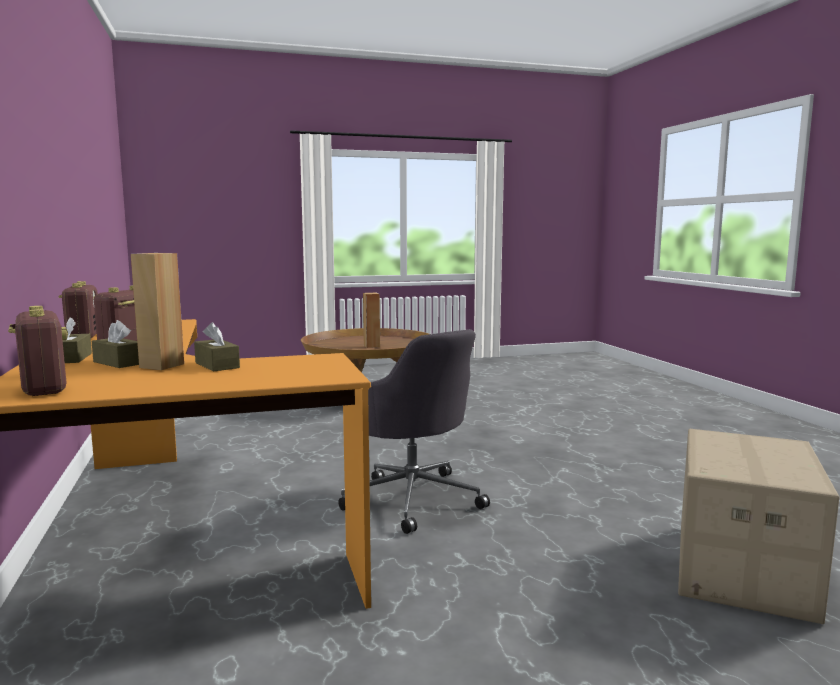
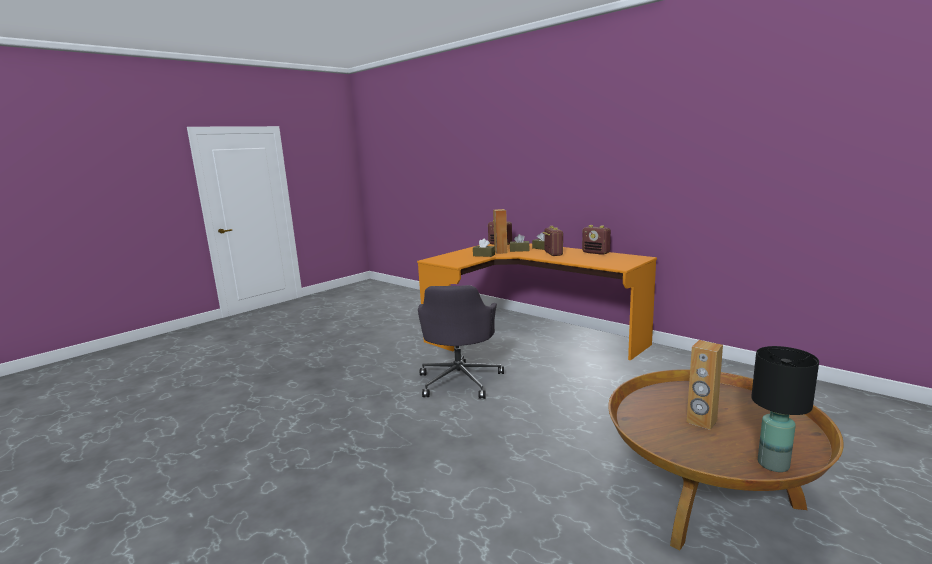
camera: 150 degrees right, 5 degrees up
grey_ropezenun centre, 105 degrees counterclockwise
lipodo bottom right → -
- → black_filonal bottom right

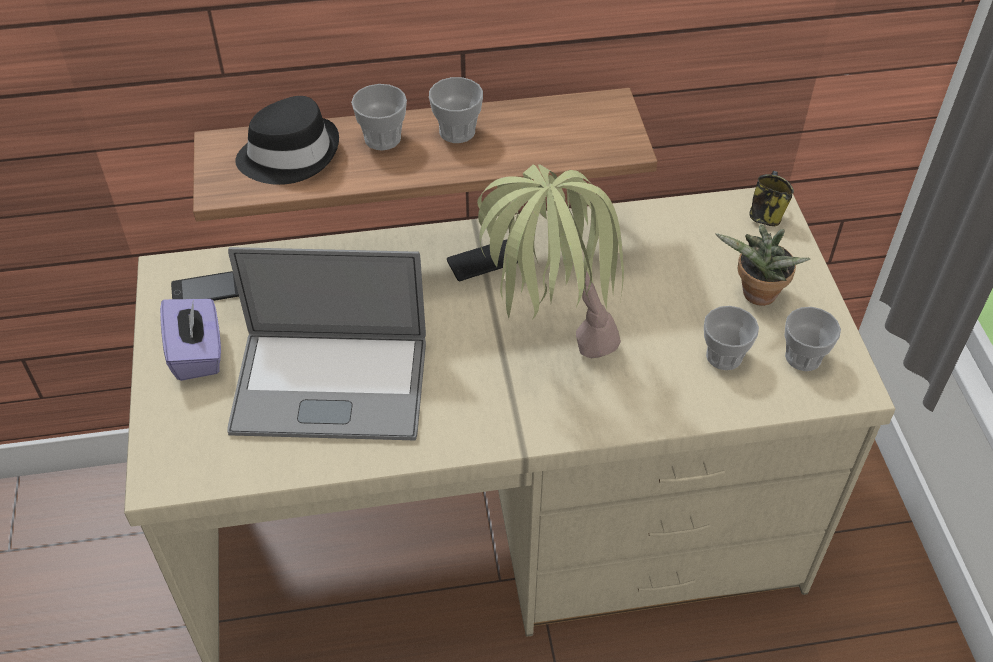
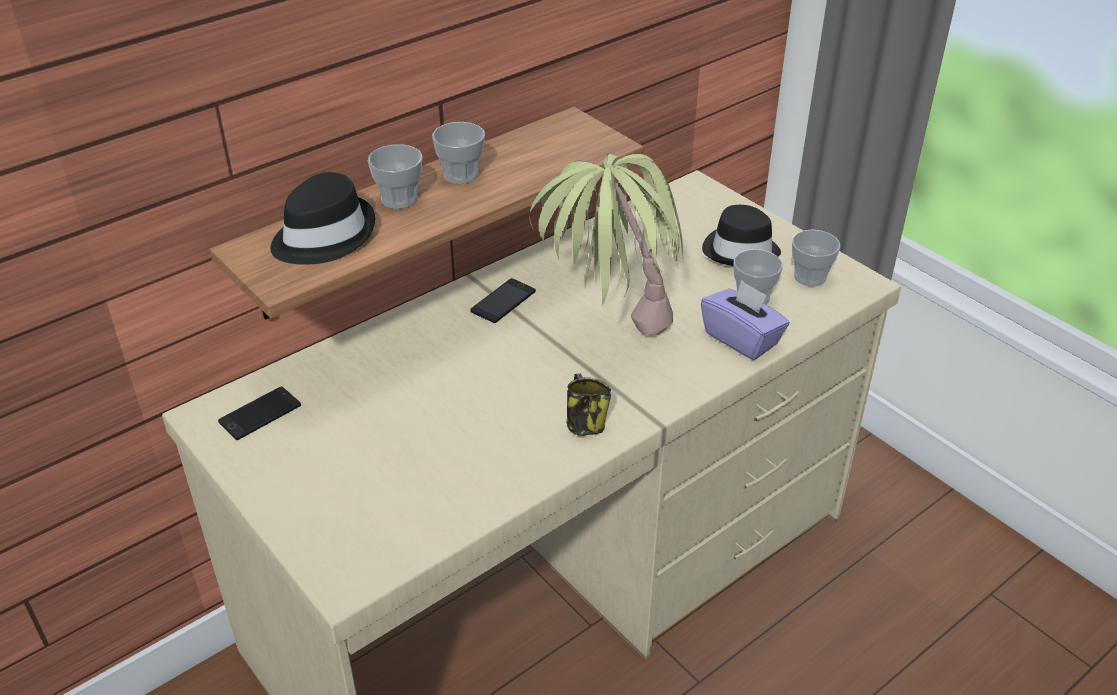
camera: 30 degrees left, 10 degrees down
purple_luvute middle left → purple_luvute middle right, move
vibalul middle left → -
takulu (2nd from left) middle right → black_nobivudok (2nd from left) centre
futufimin top right → futufimin centre, move

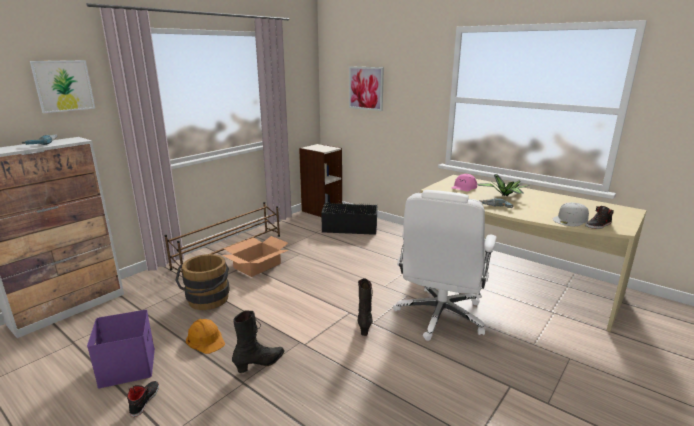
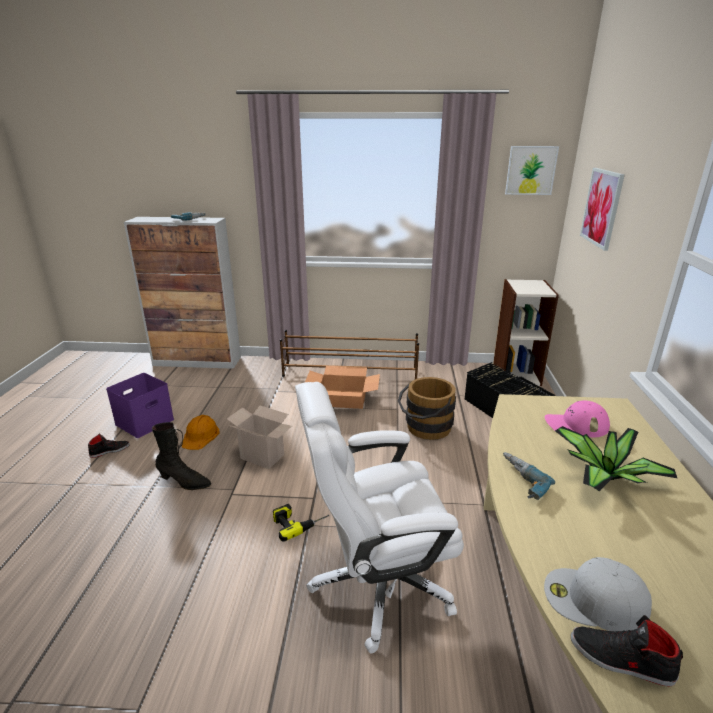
camera: 55 degrees right, 5 degrees up
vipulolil (1st from left) top left → vipulolil (1st from left) top right, move
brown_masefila middle left → brown_masefila centre, move
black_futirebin (2nd from left) bottom centre → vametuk (2nd from left) bottom centre
- → lipodo (1st from left) centre

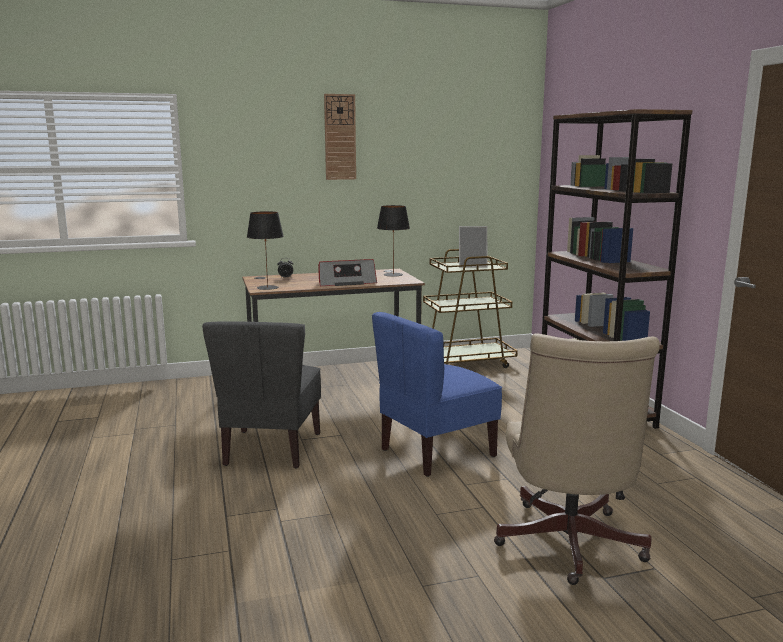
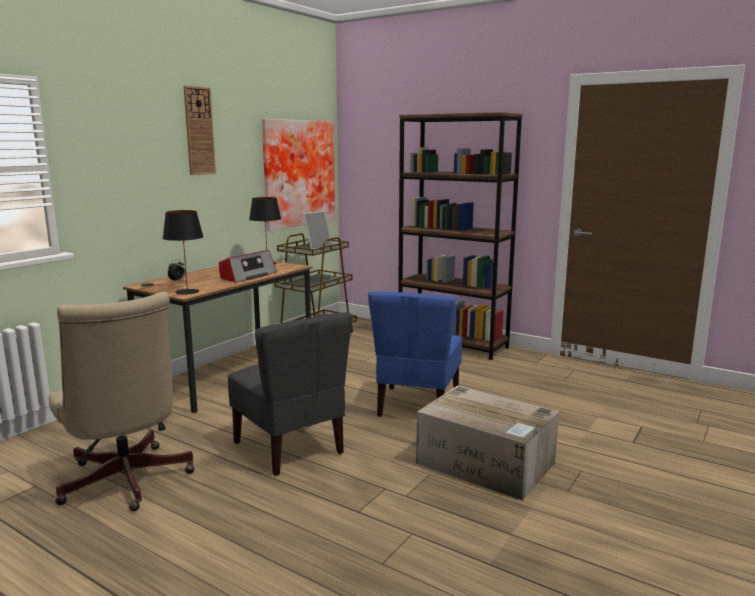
camera: 40 degrees left, 0 degrees up
beige_ropezenun bottom right → beige_ropezenun bottom left, move
- → vipulolil top centre
- → lipodo bottom centre

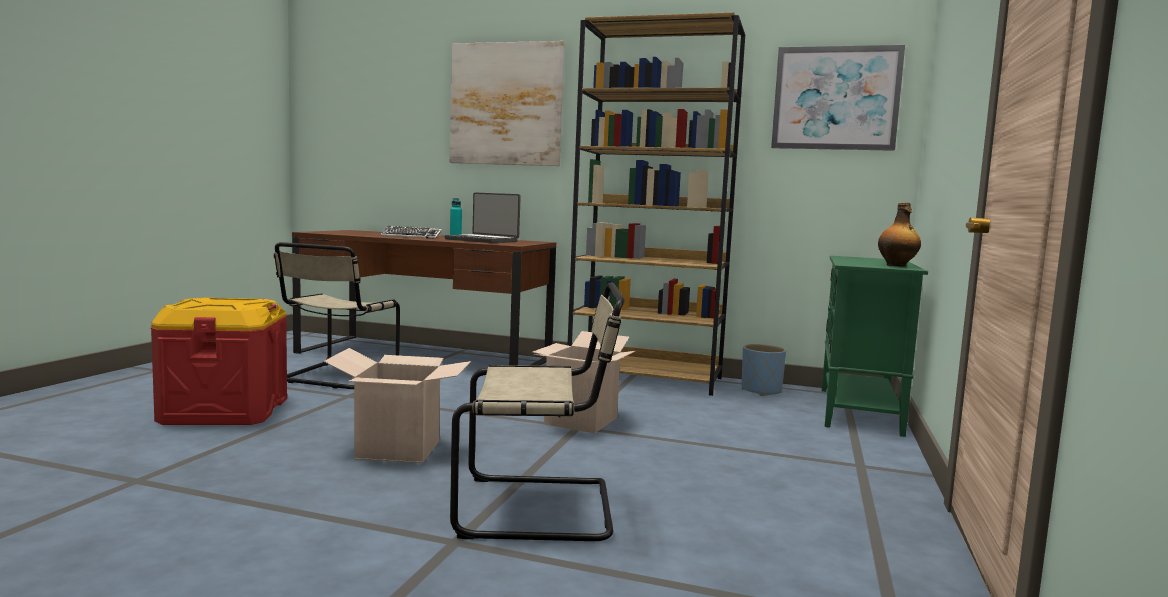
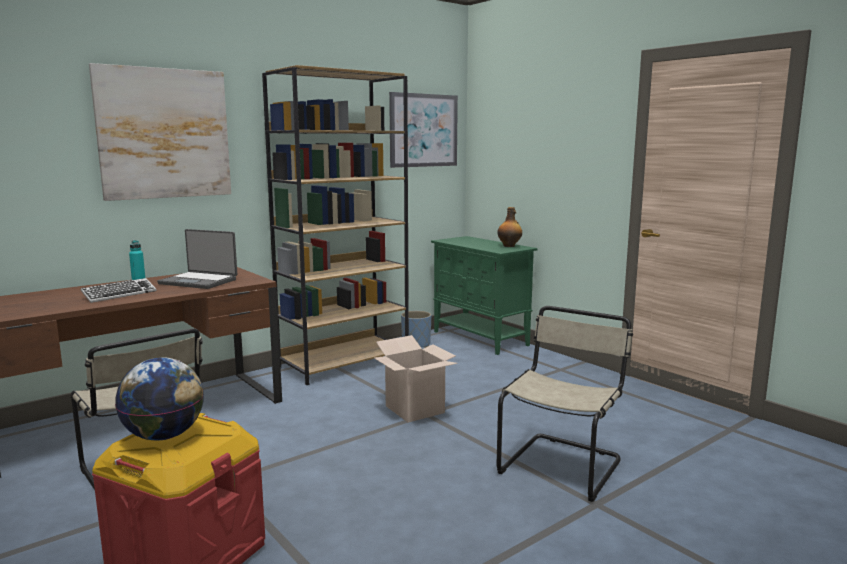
camera: 55 degrees left, 5 degrees up
lipodo (1st from left) bottom centre → -
vibalul centre → vibalul middle left, 45 degrees clockwise
- → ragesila bottom left

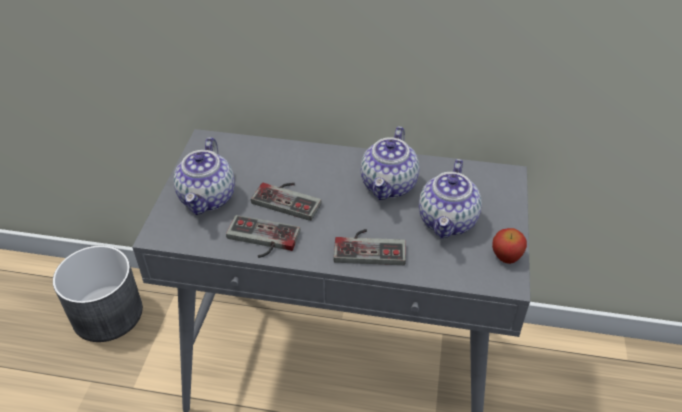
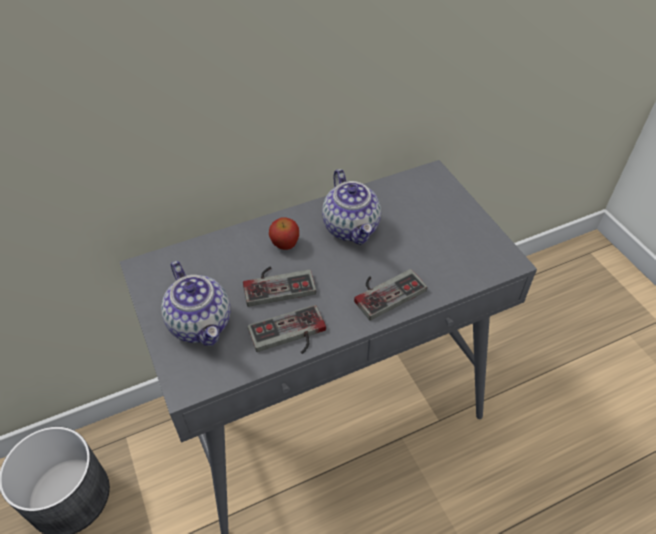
camera: 35 degrees left, 5 degrees up
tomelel (3rd from left) centre → -
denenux middle right → denenux centre, move

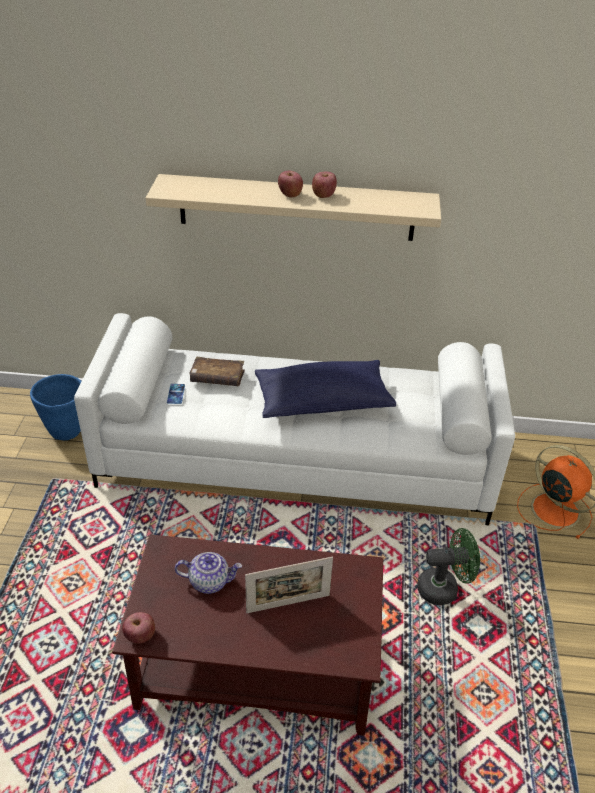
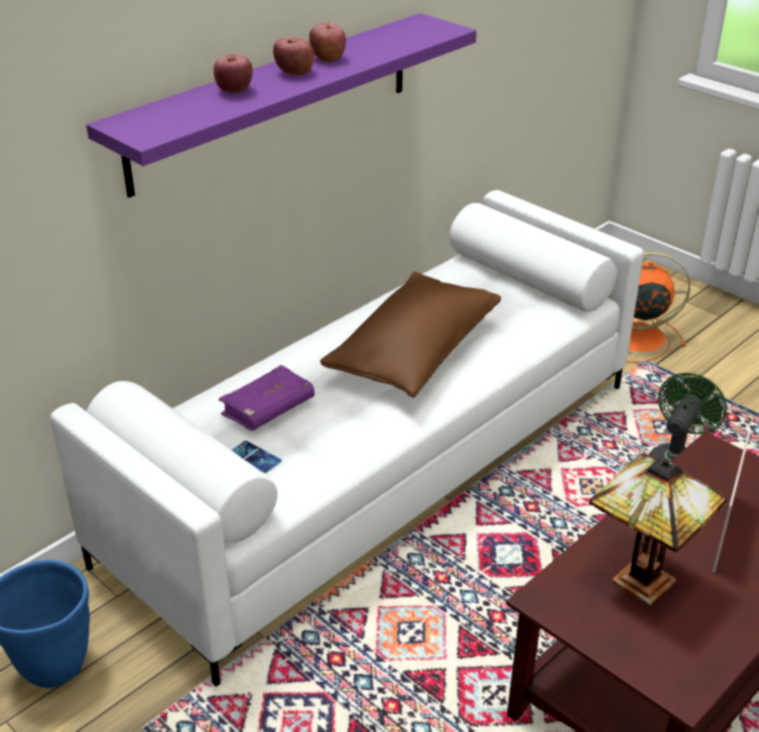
camera: 50 degrees left, 5 degrees down
denenux (1st from left) bottom left → denenux (1st from left) top left, move
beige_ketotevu top centre → purple_ketotevu top centre
tomelel bottom centre → filonal bottom right
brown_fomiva centre → purple_fomiva centre
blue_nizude centre → brown_nizude centre

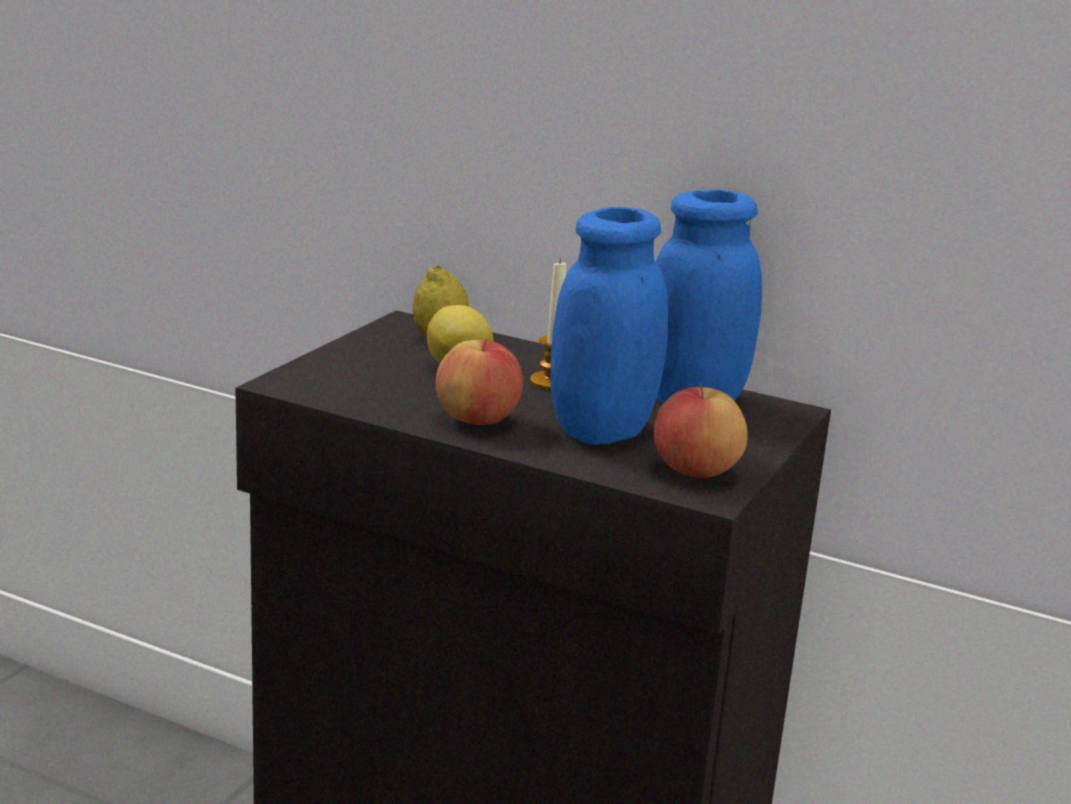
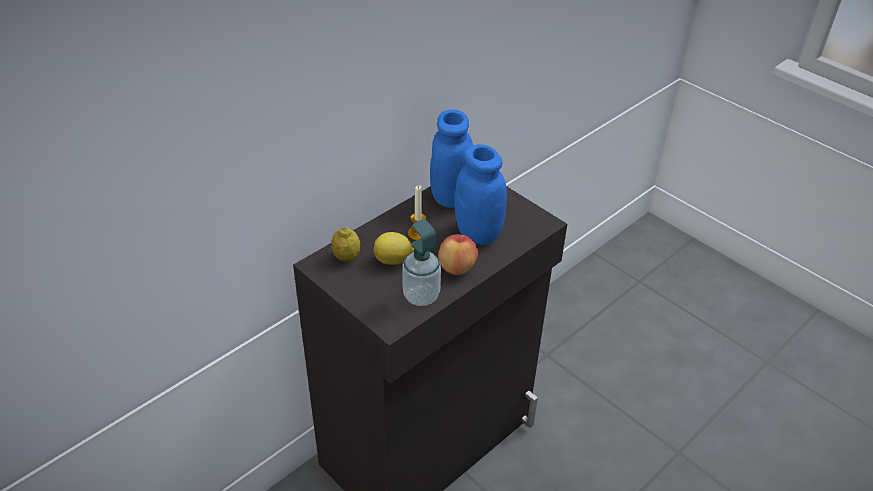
camera: 70 degrees left, 20 degrees up
denenux (2nd from left) centre → -
- → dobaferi centre

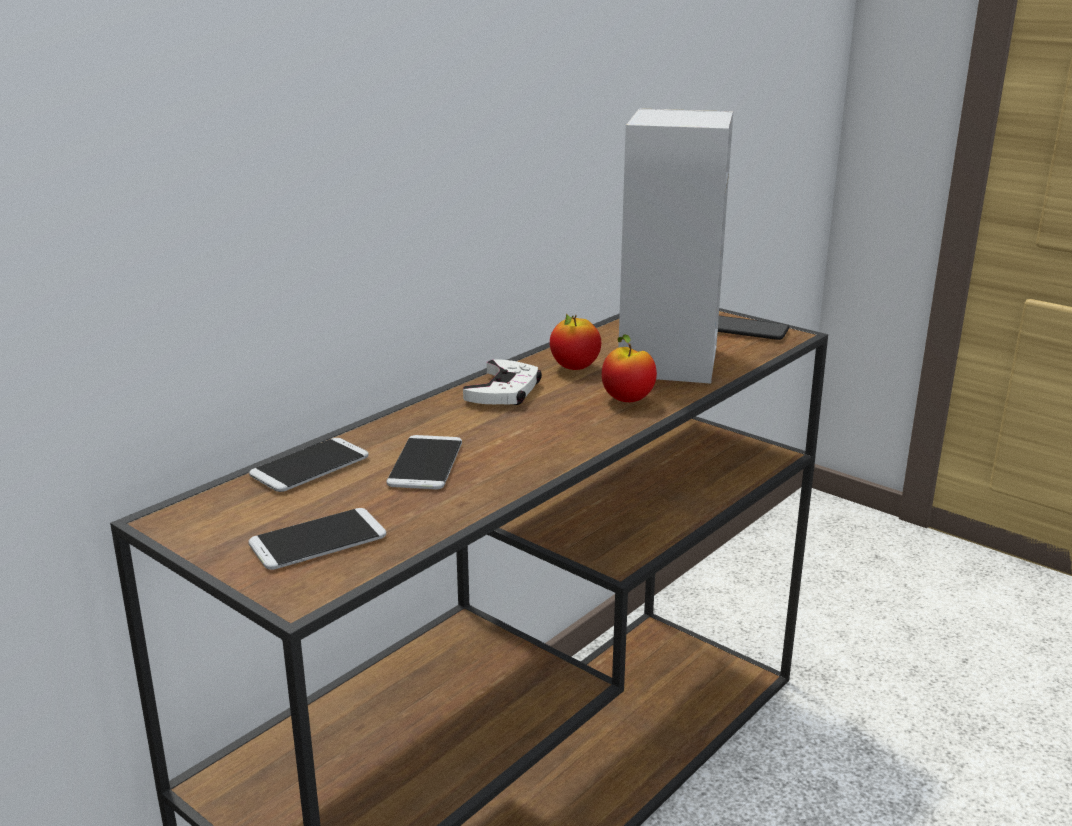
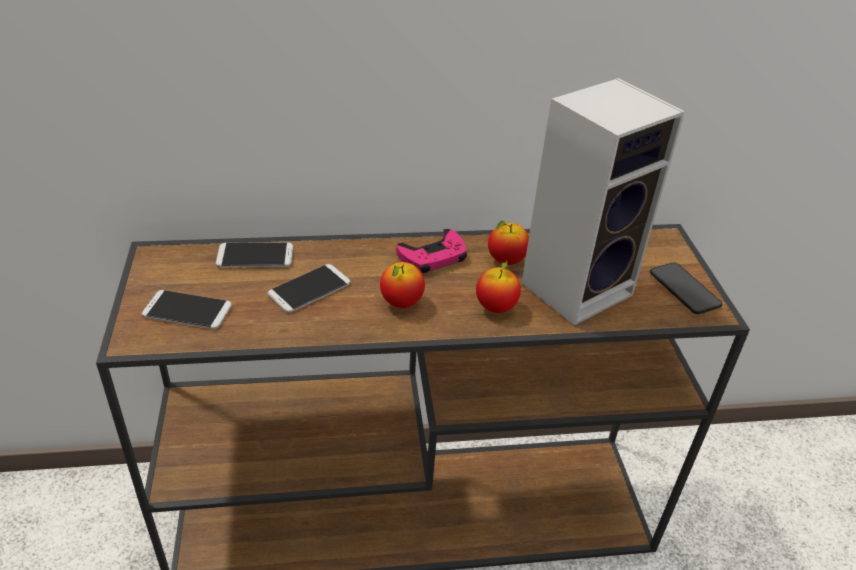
camera: 40 degrees right, 15 degrees up
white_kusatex centre → pink_kusatex centre
- → denenux (1st from left) centre

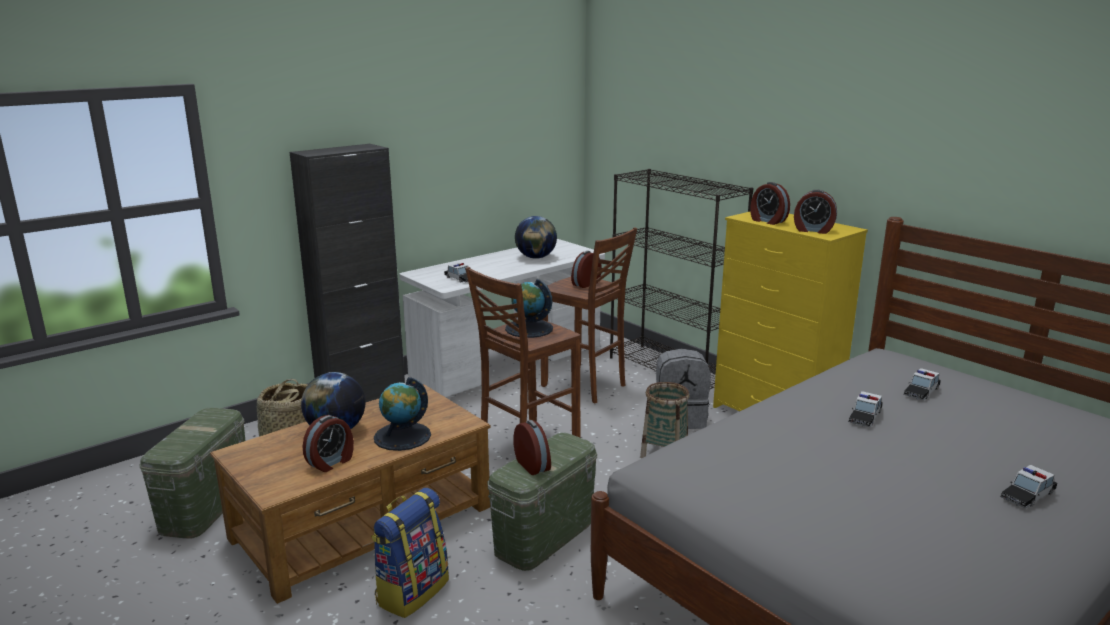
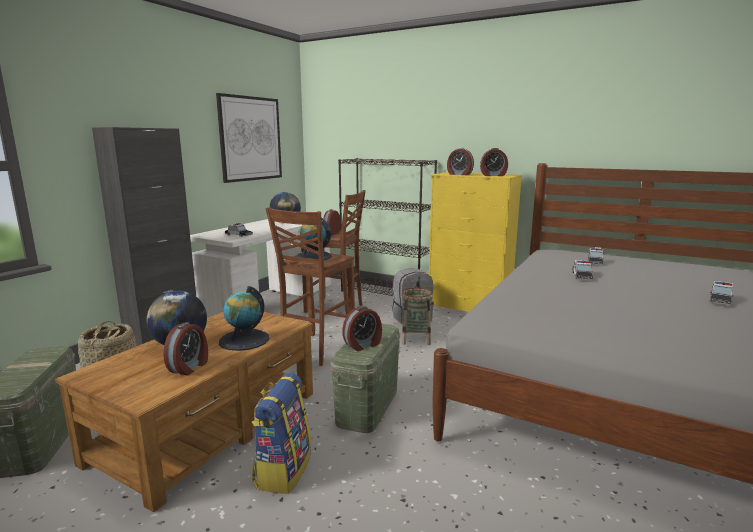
camera: 20 degrees left, 5 degrees down
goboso (2nd from left in the first image) bottom centre → goboso (3rd from left) centre, 105 degrees clockwise
- → vipulolil top left

